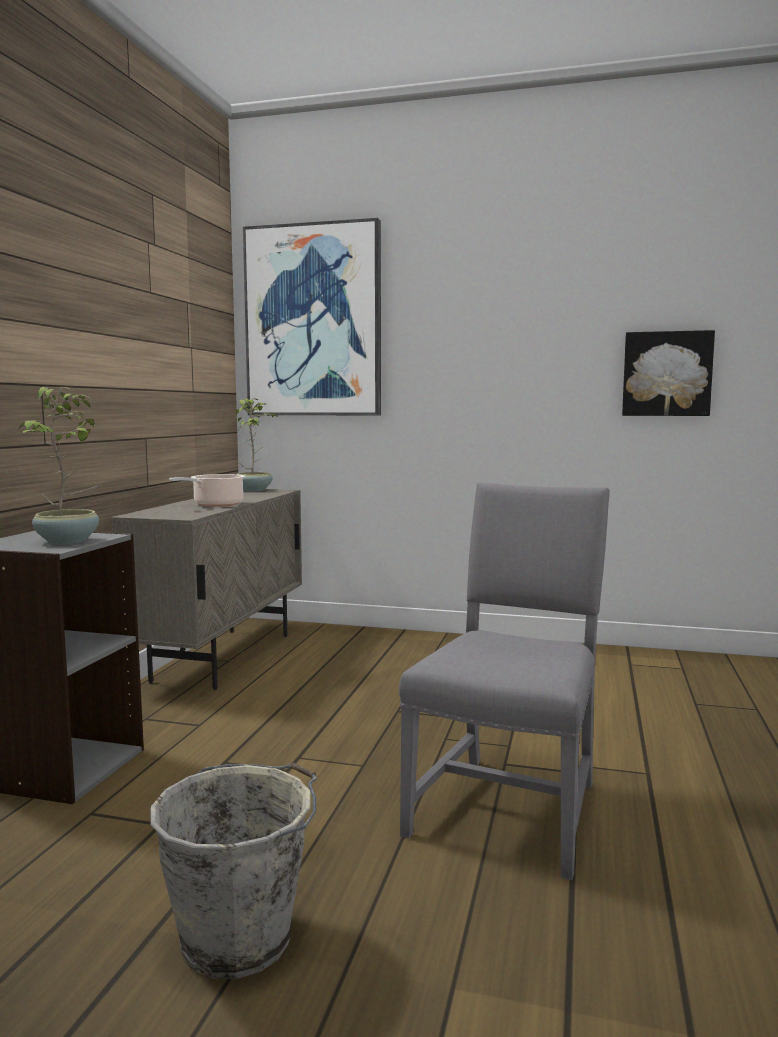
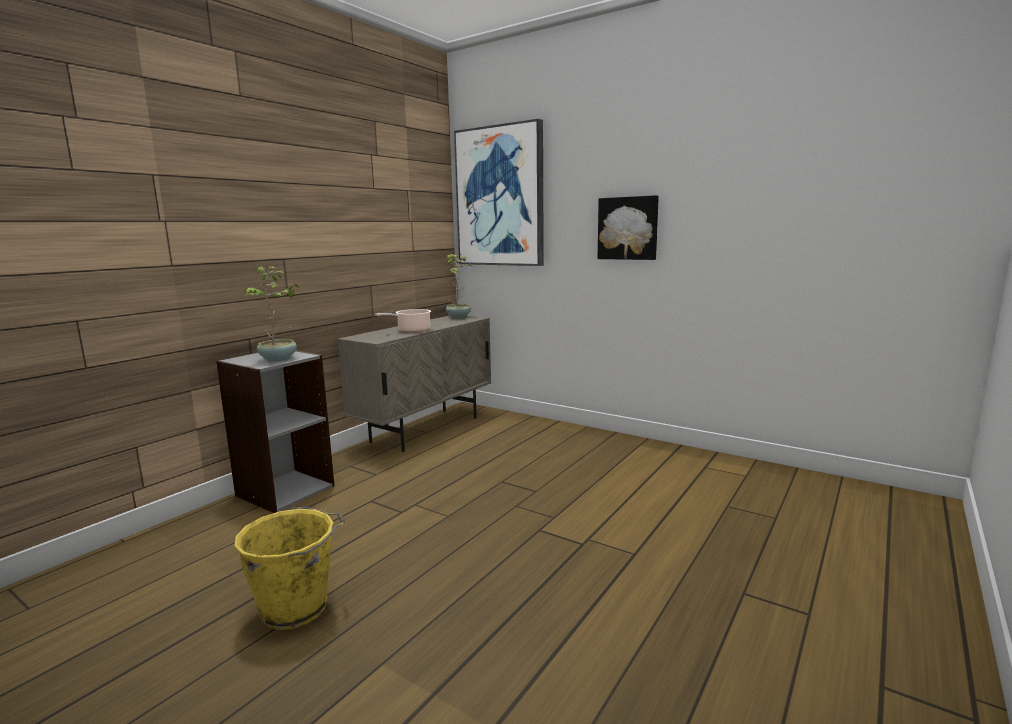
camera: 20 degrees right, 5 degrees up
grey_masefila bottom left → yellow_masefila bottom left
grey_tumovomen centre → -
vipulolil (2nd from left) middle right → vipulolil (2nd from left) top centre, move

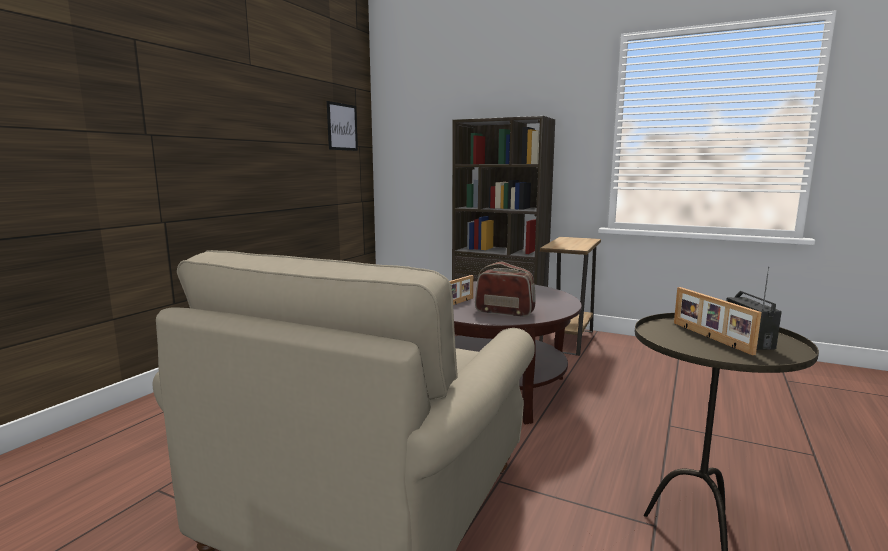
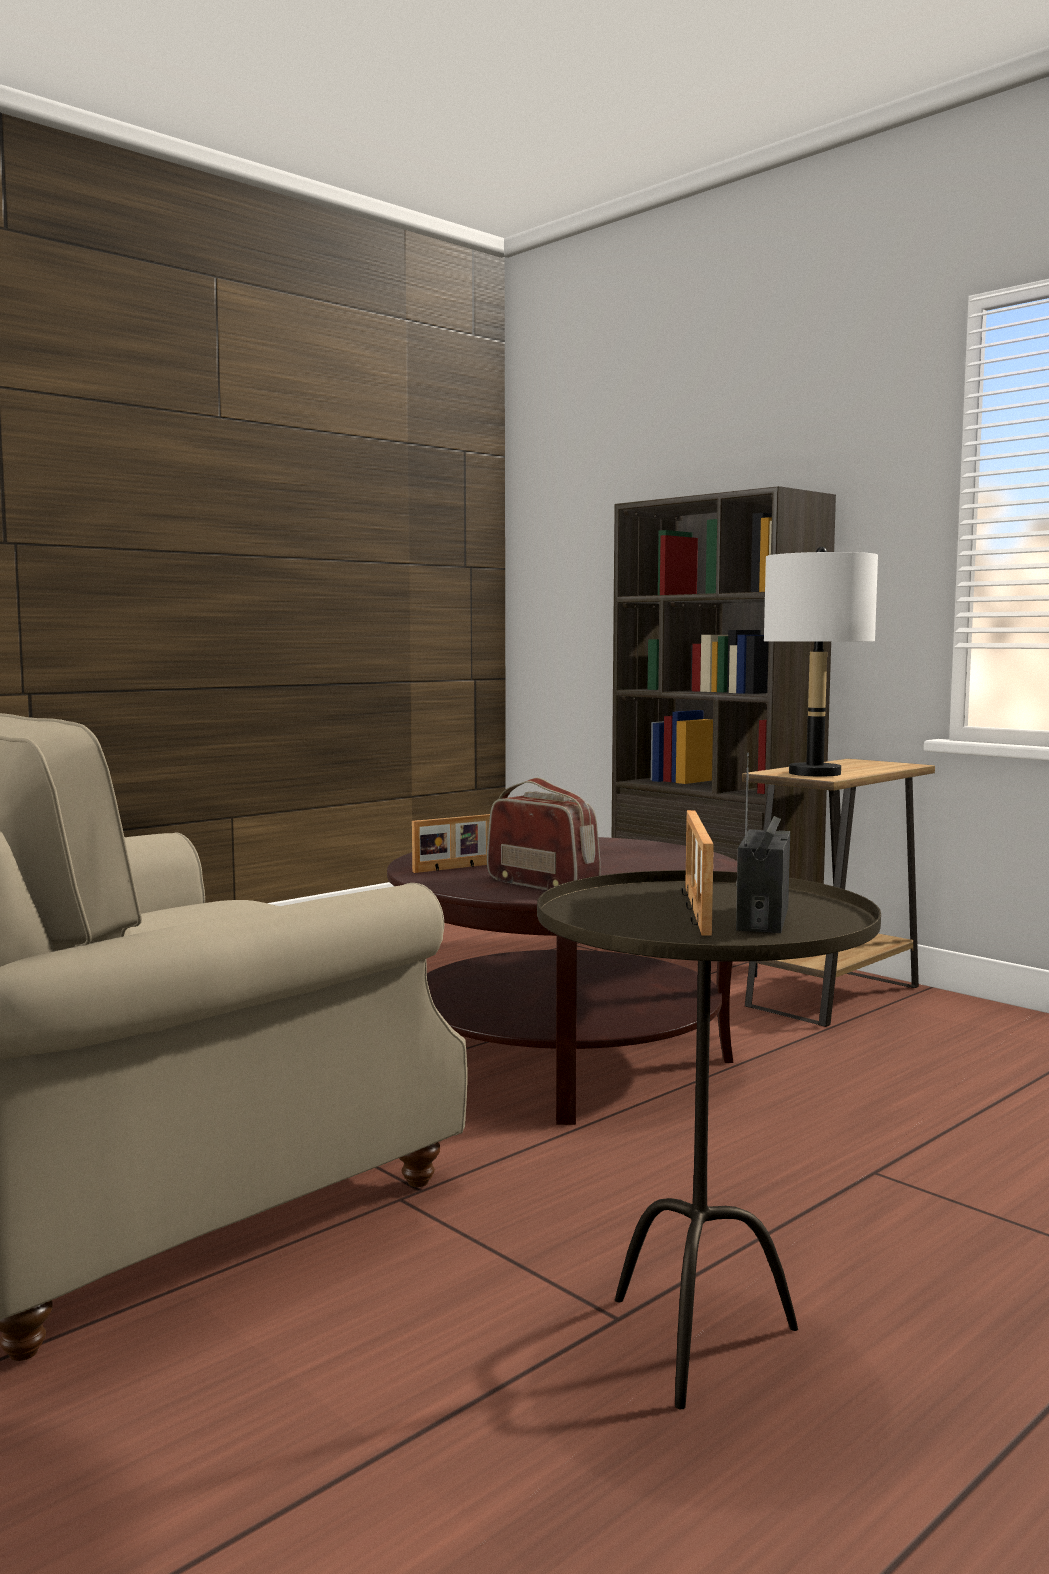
camera: 20 degrees right, 5 degrees down
vipulolil top centre → -
- → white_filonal middle right

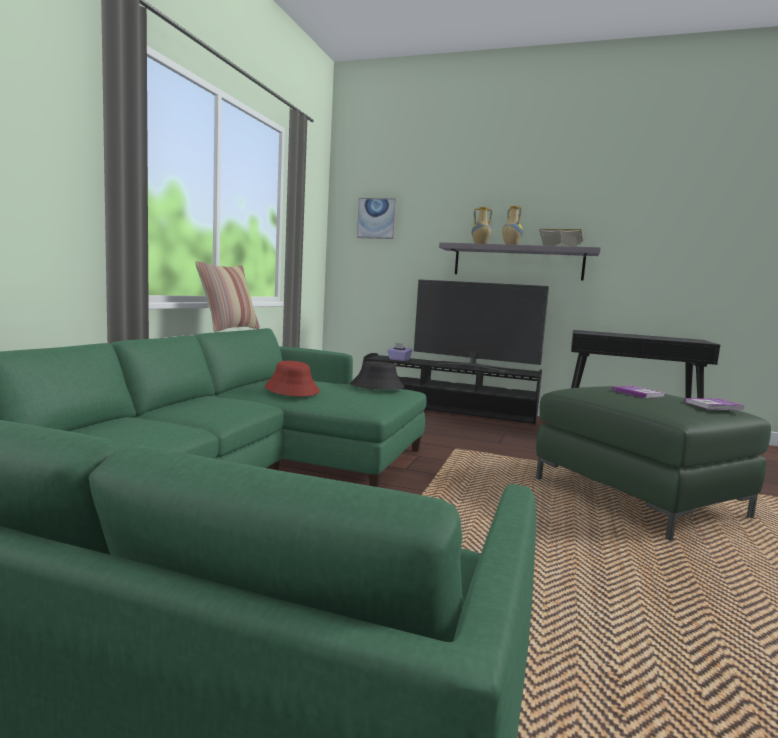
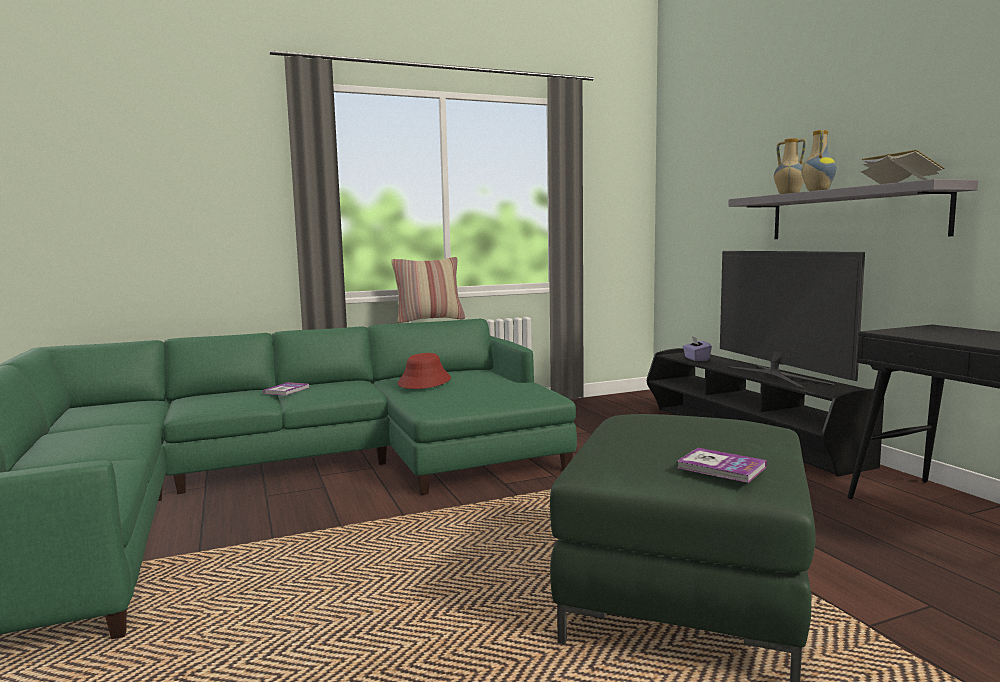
camera: 50 degrees right, 0 degrees up
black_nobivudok centre → -
vipulolil top centre → -
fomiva (2nd from left in the first image) middle right → fomiva (1st from left) middle left, move

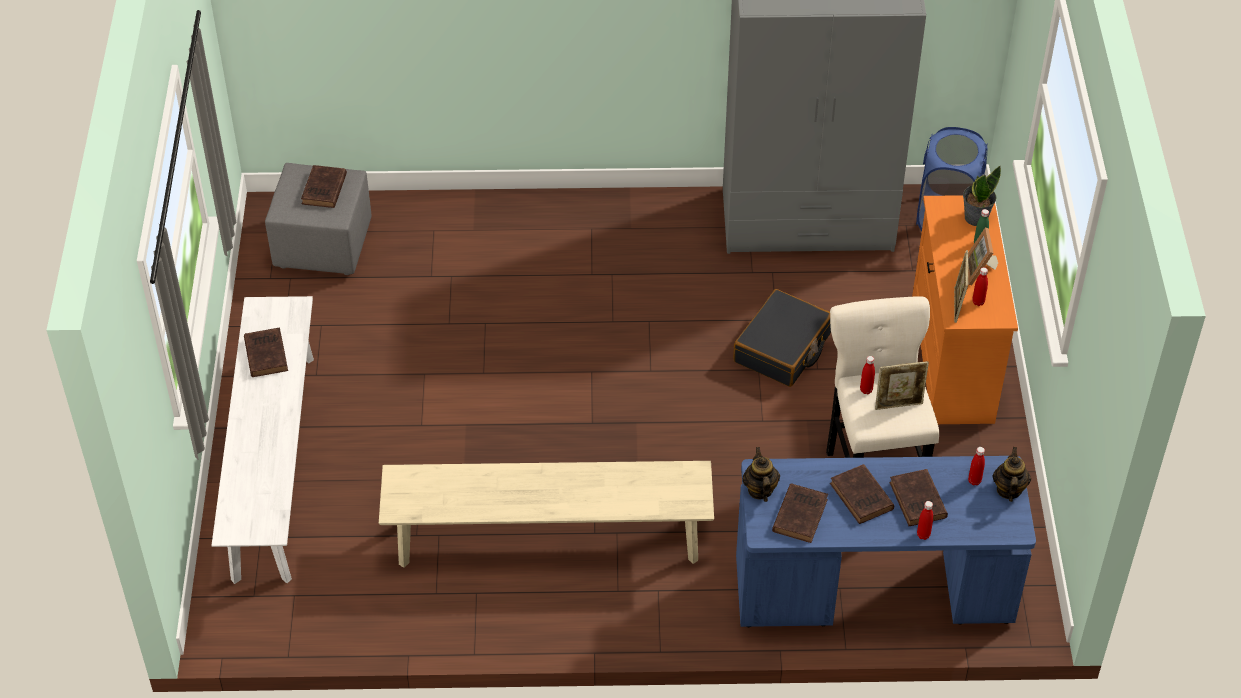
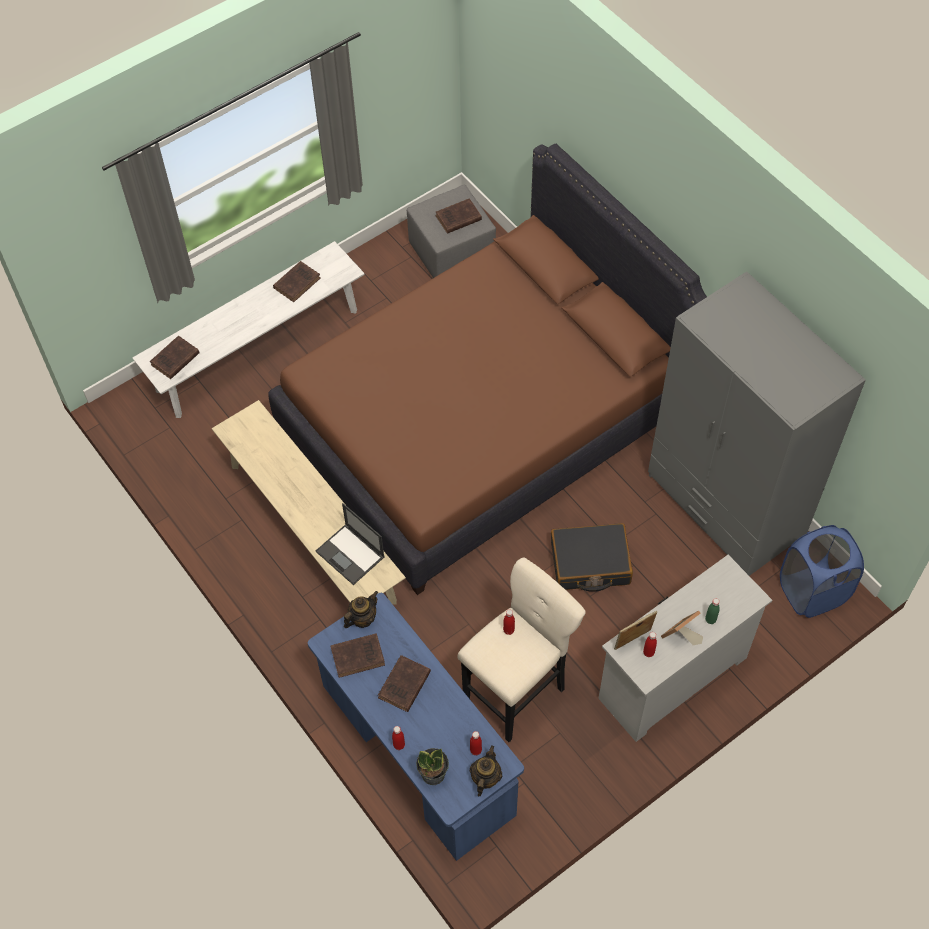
camera: 55 degrees right, 10 degrees up
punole (1st from left) middle right → -
brown_fomiva (5th from left in the first image) bottom right → brown_fomiva (1st from left) middle left, move
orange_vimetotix middle right → white_vimetotix bottom right
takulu top right → takulu bottom centre, move
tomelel (2nd from left) bottom right → tomelel (2nd from left) bottom centre, 45 degrees counterclockwise
- → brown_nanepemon centre
- → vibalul centre

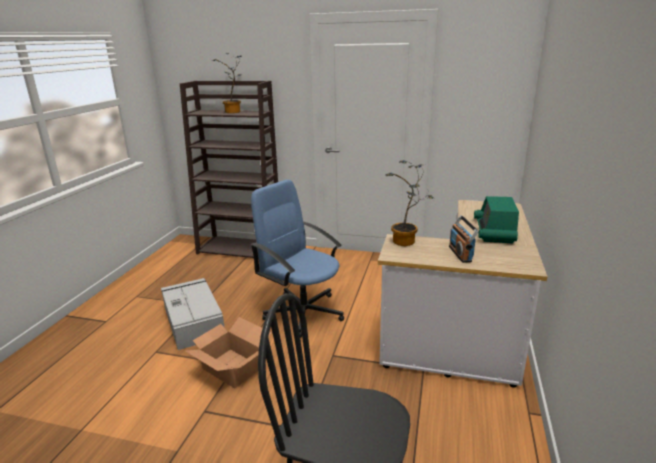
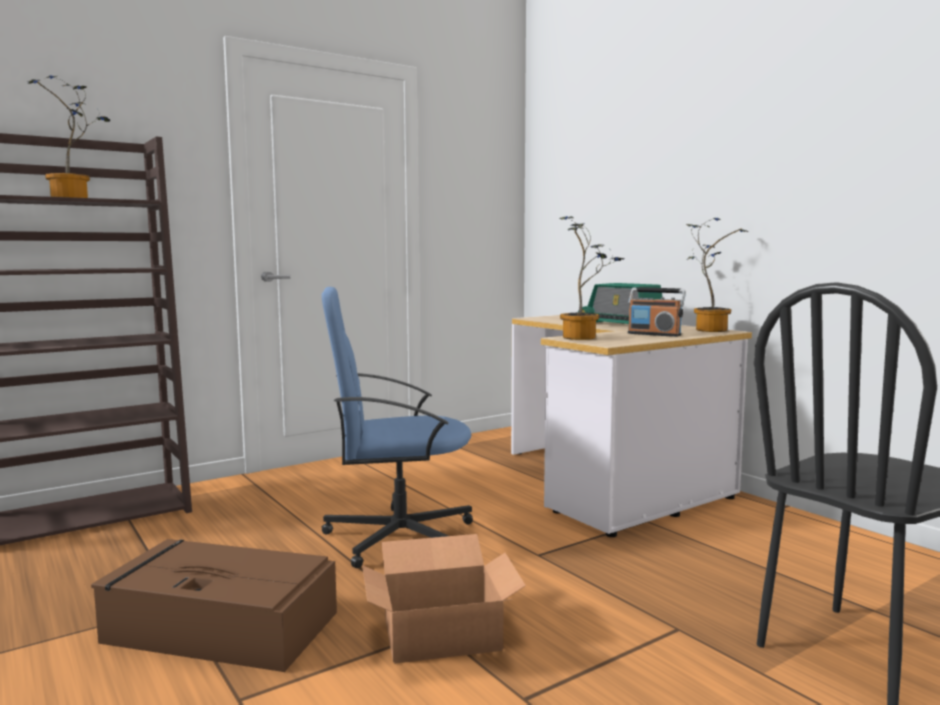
camera: 50 degrees left, 15 degrees down
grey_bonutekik bottom left → brown_bonutekik bottom left
- → takulu (3rd from left) middle right

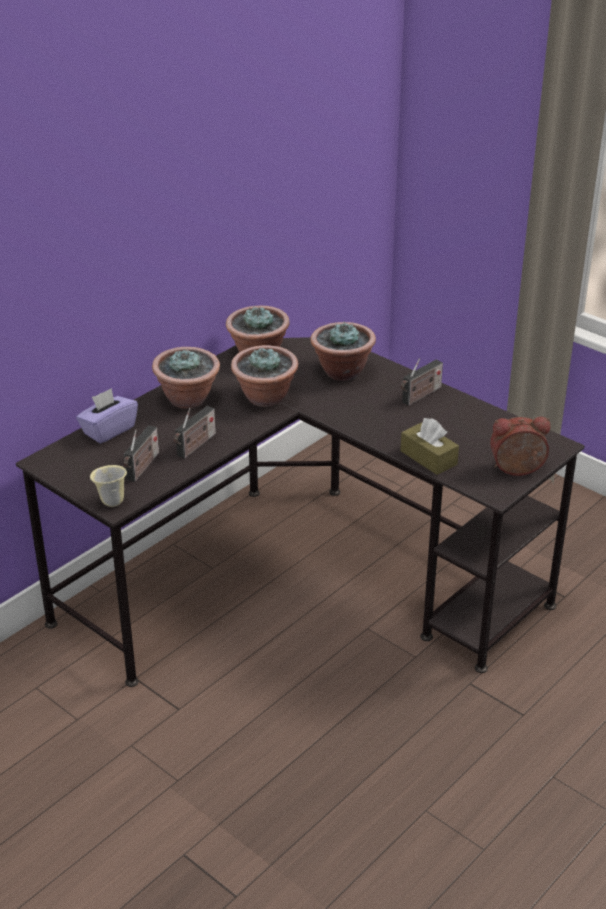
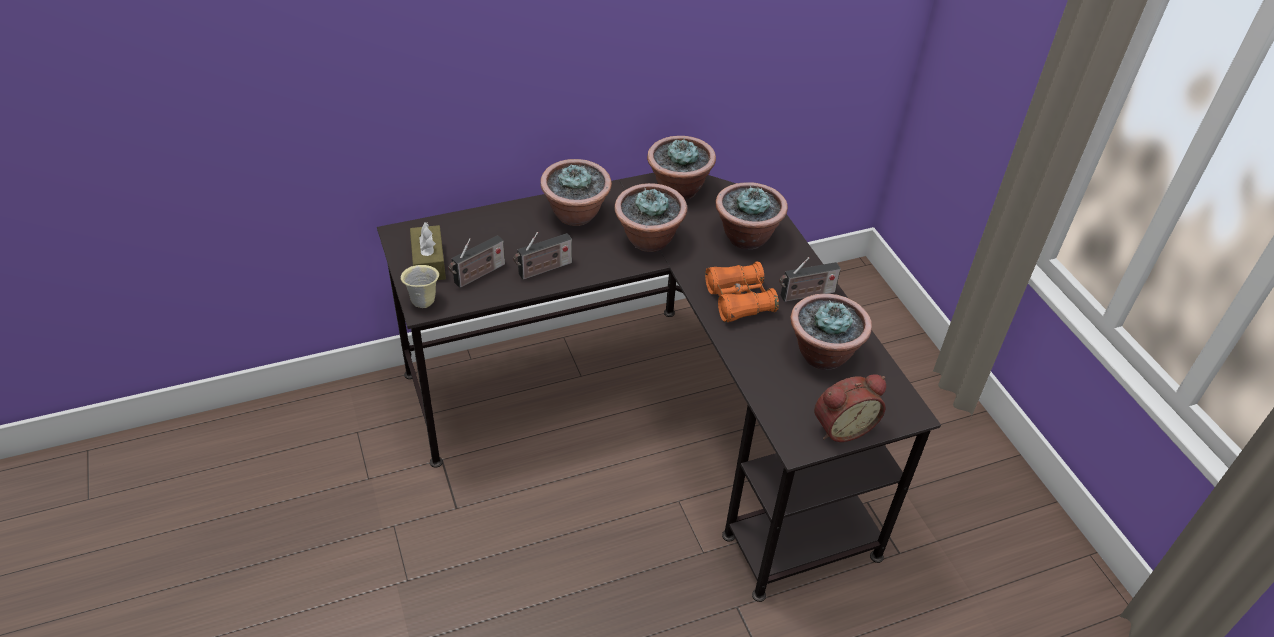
camera: 25 degrees right, 10 degrees up
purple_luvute middle left → -
brown_luvute middle right → brown_luvute centre, move
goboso middle right, 135 degrees clockwise
- → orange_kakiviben centre
- → takulu (5th from left) centre

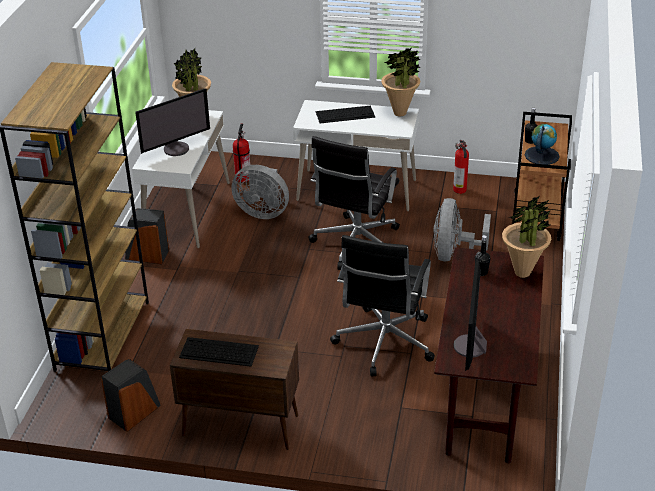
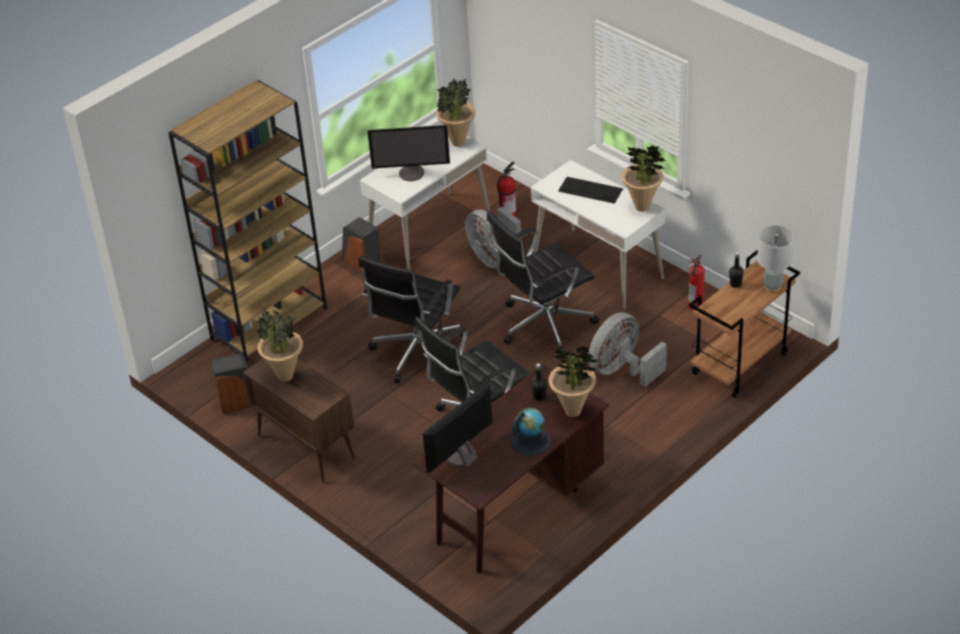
camera: 35 degrees right, 5 degrees up
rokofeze (1st from left) bottom centre → takulu (1st from left) middle left
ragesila top right → ragesila bottom centre, move
- → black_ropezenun (1st from left) centre
- → grey_filonal middle right

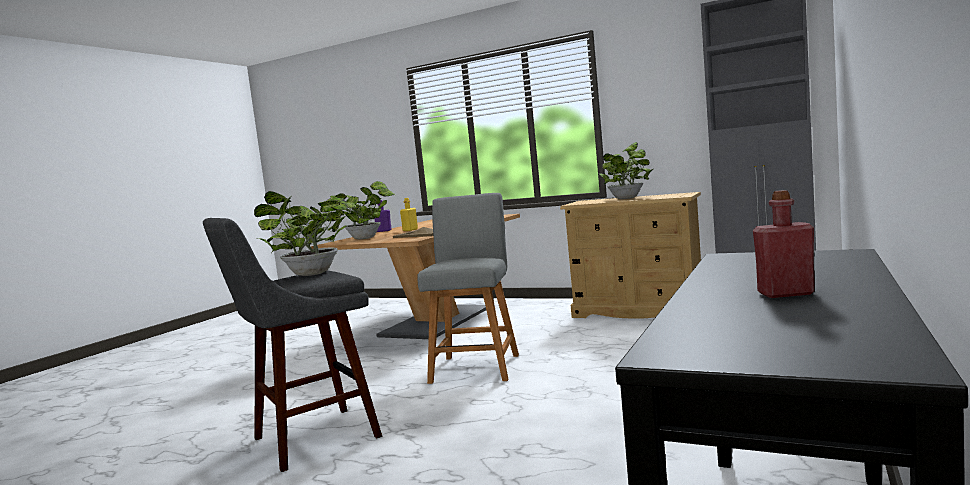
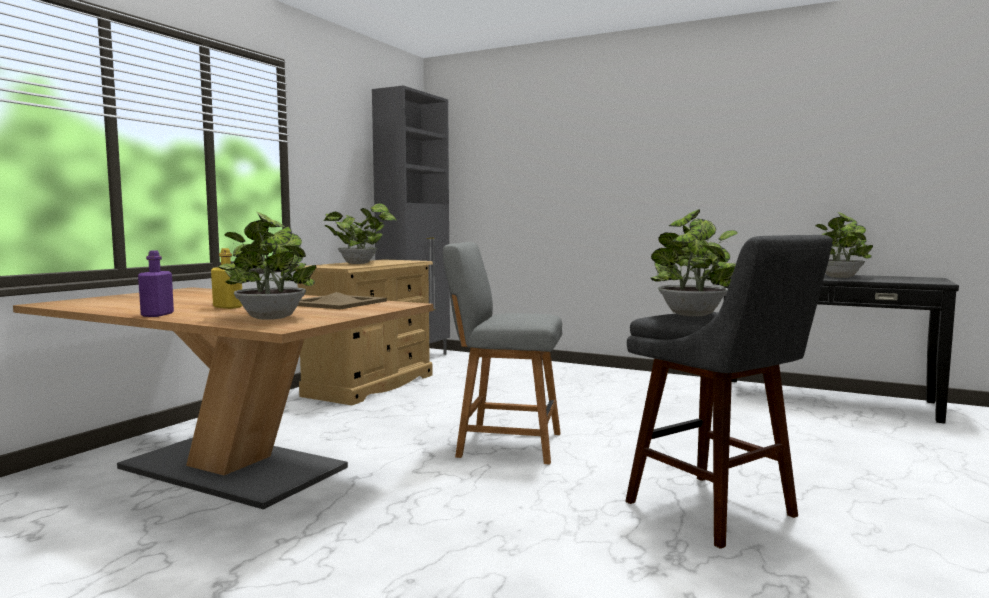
camera: 90 degrees left, 0 degrees up
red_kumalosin middle right → takulu (4th from left) middle right

